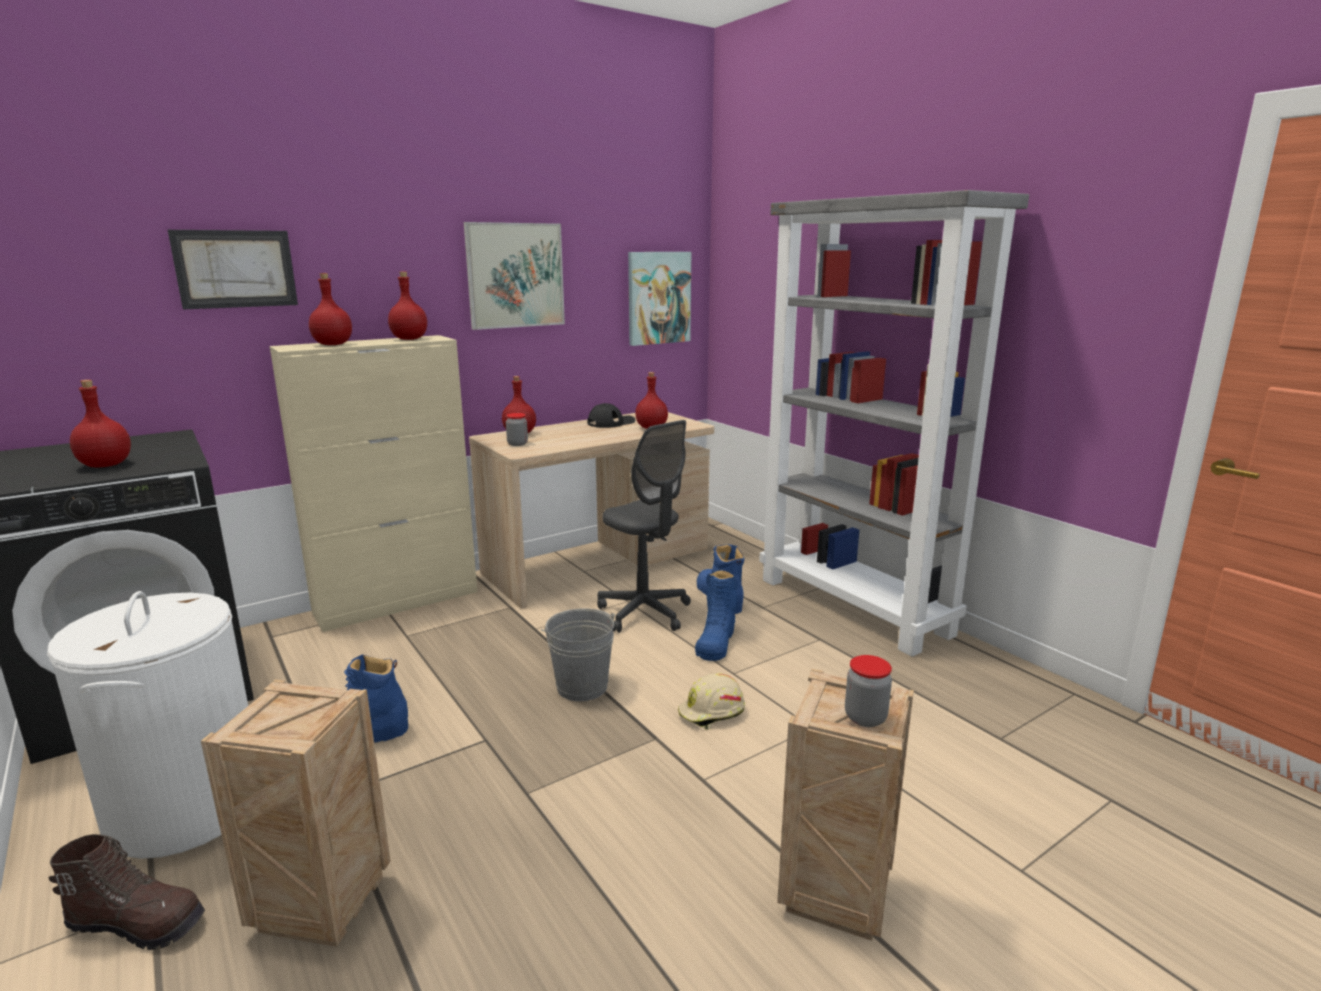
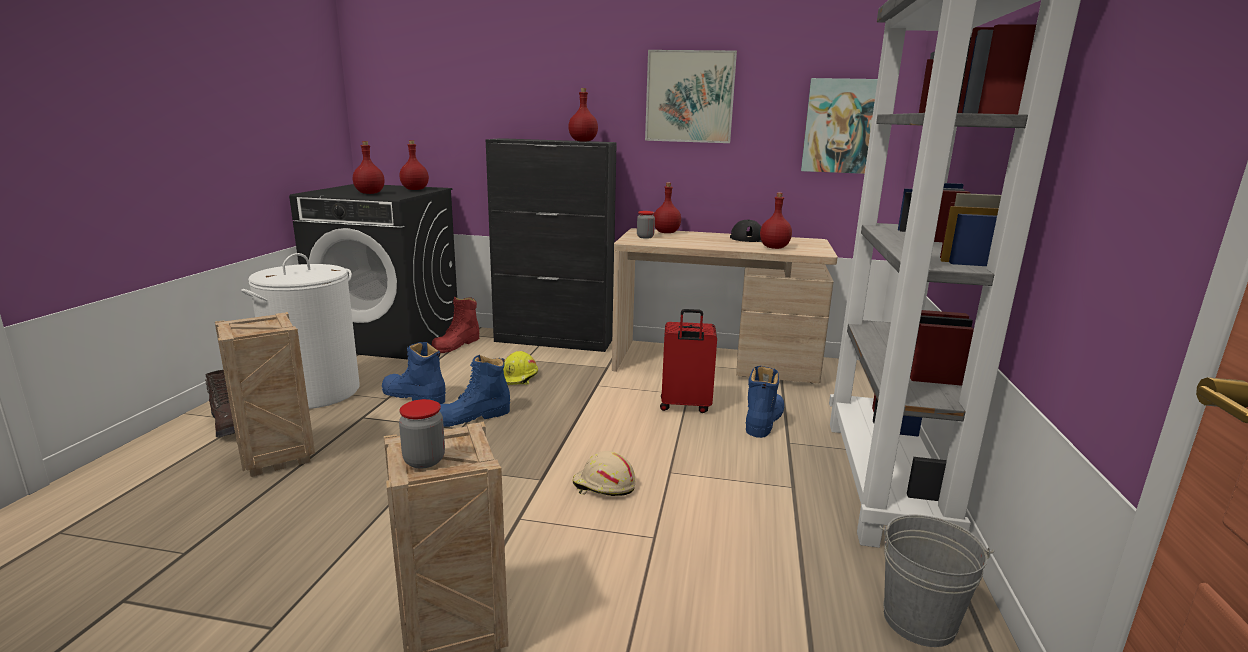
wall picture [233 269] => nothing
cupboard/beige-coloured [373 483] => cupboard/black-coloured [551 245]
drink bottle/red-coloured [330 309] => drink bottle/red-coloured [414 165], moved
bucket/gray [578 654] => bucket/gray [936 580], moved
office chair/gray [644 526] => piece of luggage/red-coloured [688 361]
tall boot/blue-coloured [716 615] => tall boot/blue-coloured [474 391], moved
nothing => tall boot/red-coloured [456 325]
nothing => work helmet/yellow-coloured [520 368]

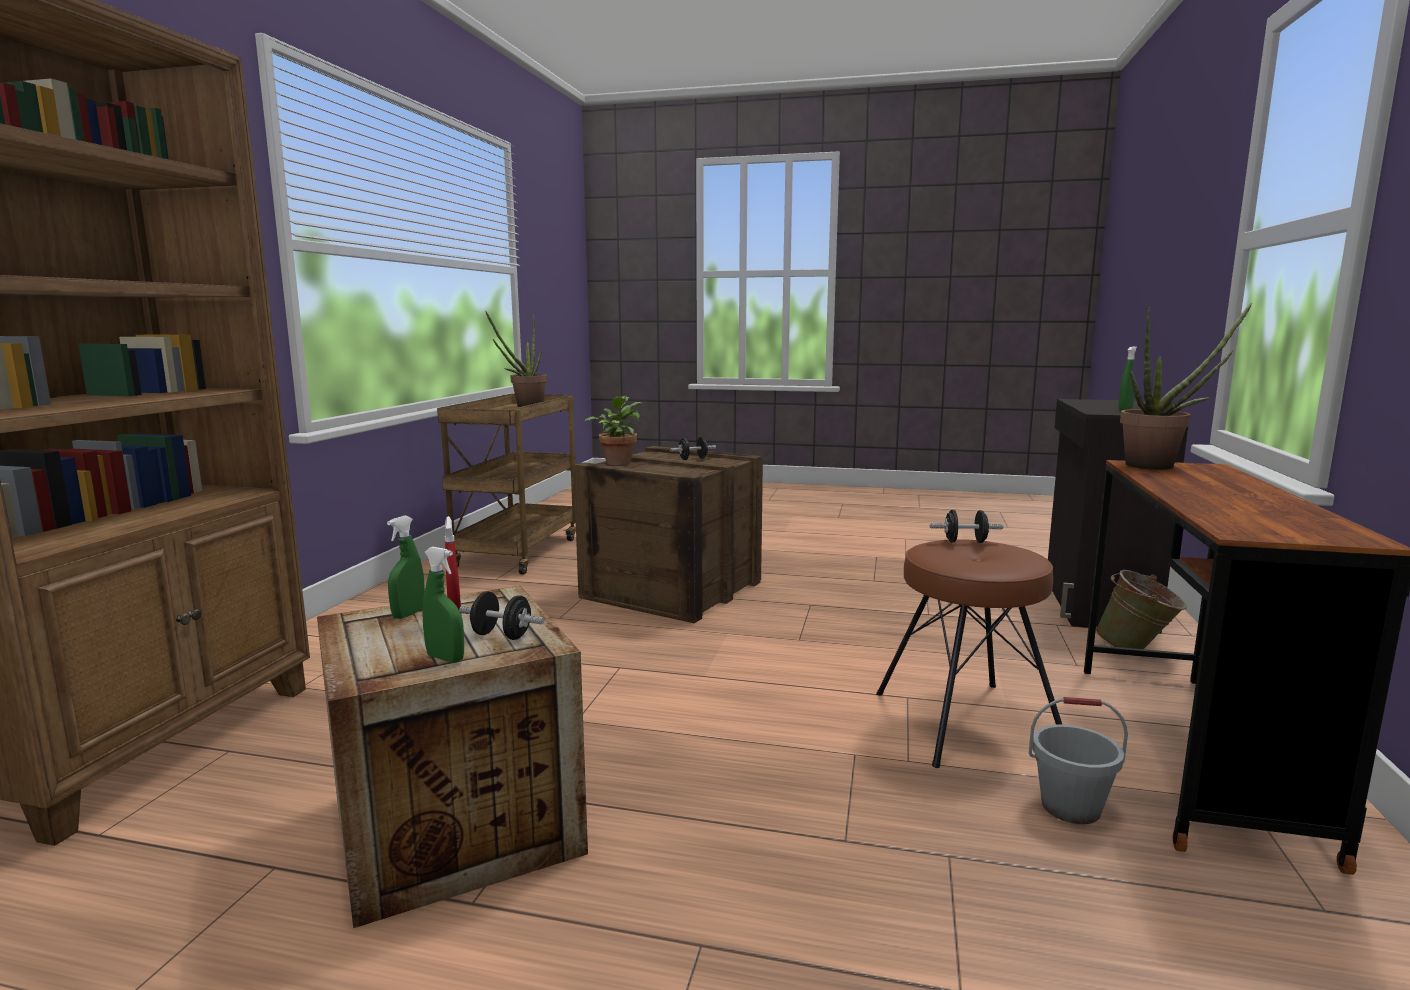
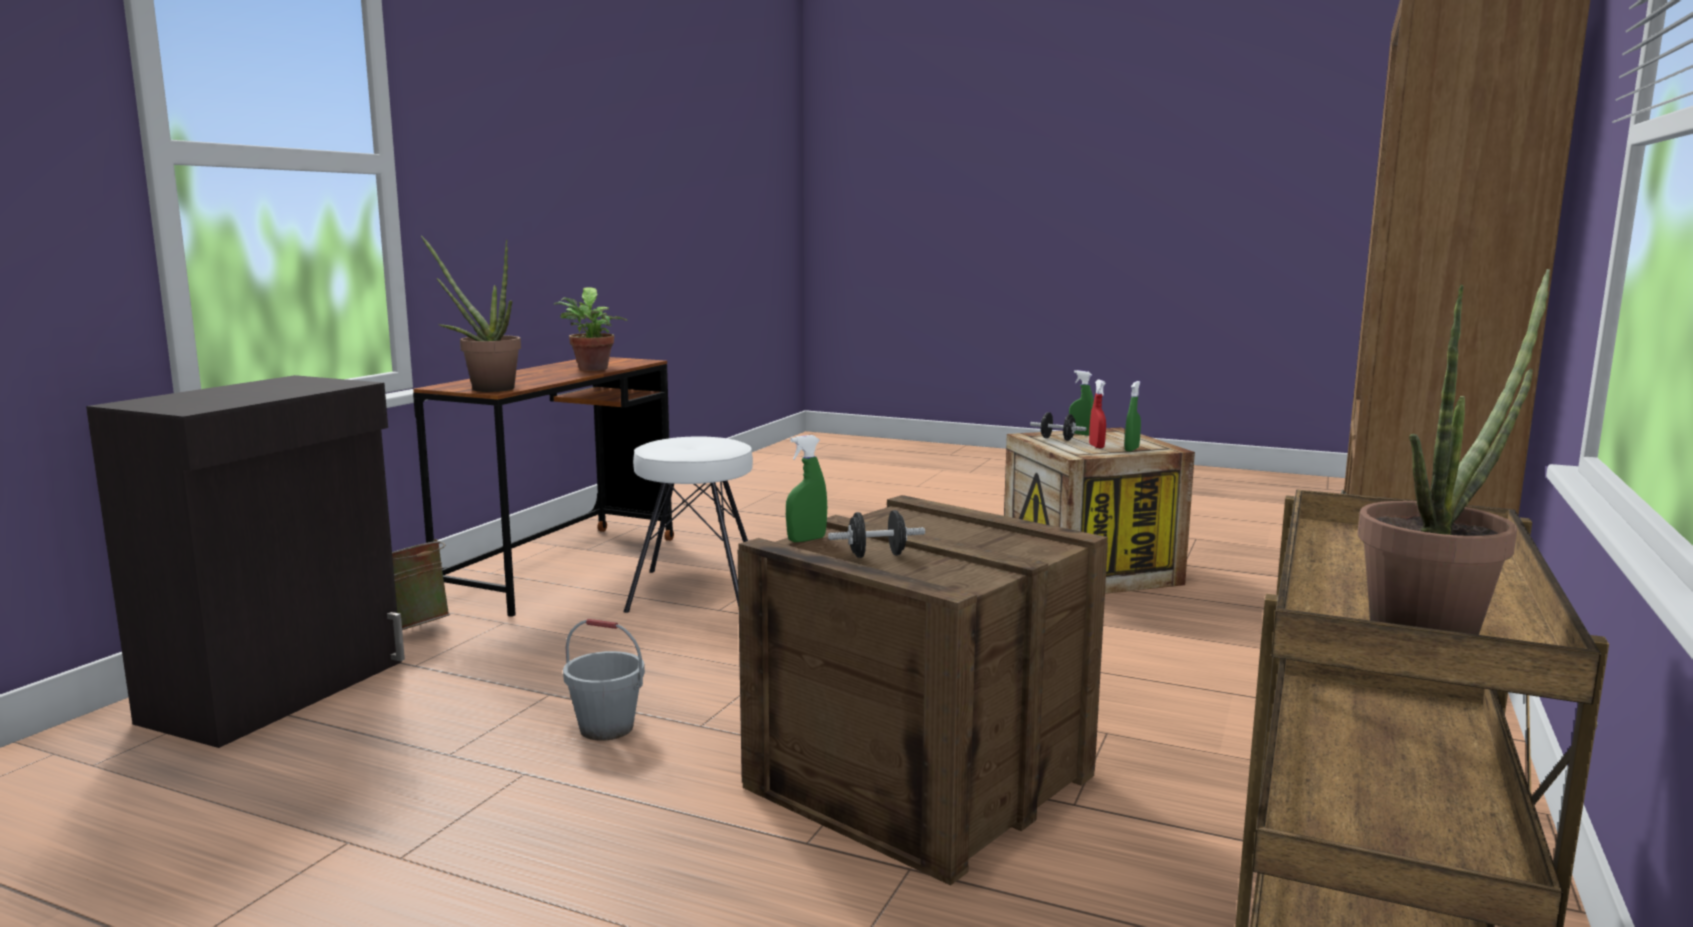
plant in a pot [613 430] => plant in a pot [591 329], moved
stool/brown [969 653] => stool/white-coloured [688 524]
hand weight/black-coloured [966 526] => nothing
bucket/gray [1078 760] => bucket/gray [604 680], moved
spray bottle/green [1128 378] => spray bottle/green [806 488], moved

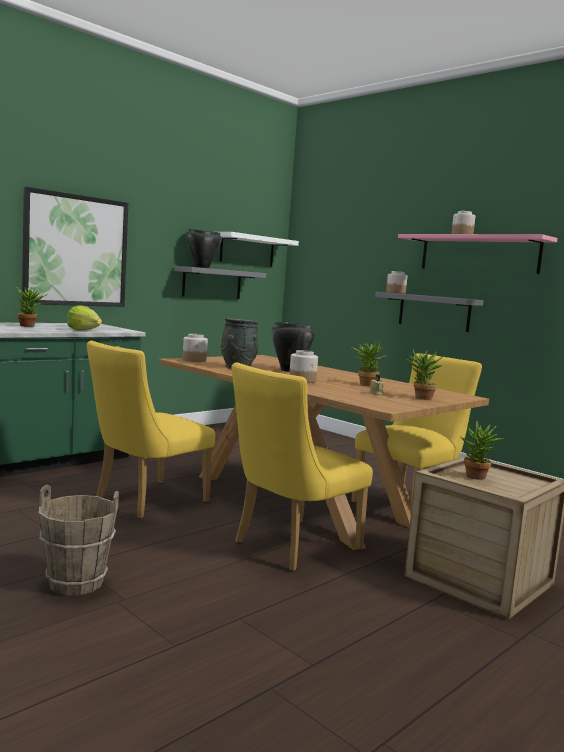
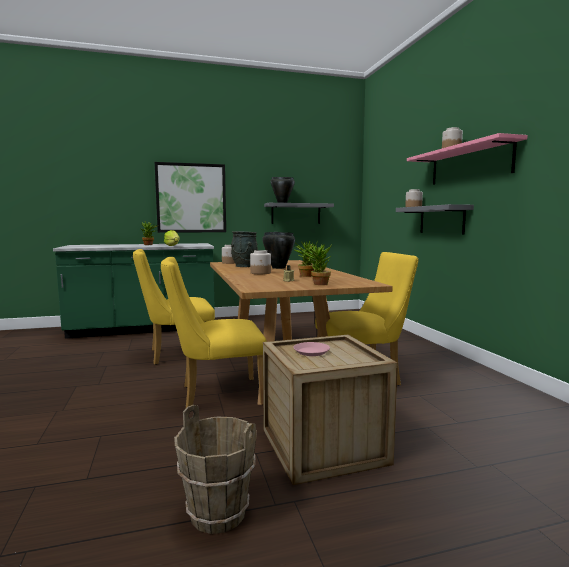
bucket/brown [79 540] => bucket/brown [215 469], moved
bracket shelf/white-coloured [259 249] => nothing
plant in a pot [483 450] => dinner plate/pink [312 349]

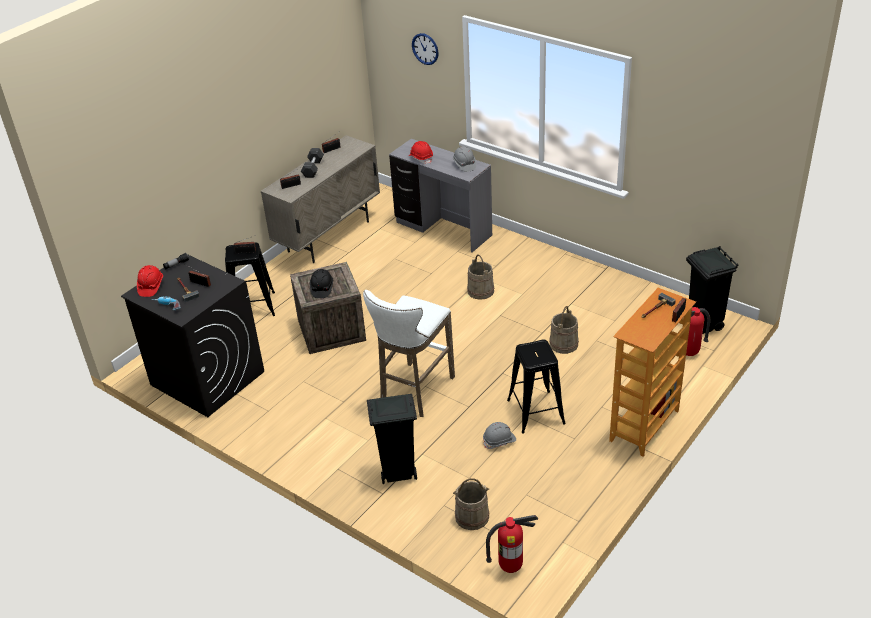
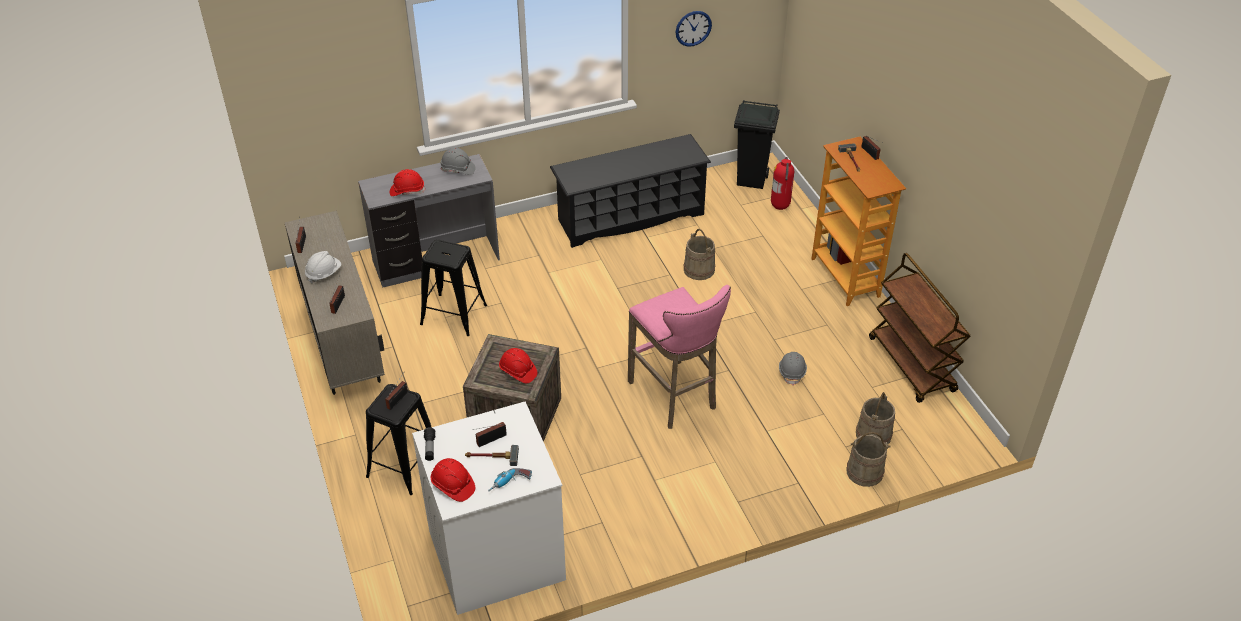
washing machine/black-coloured [192 335] => washing machine/white-coloured [489 508]
hand weight/gray [312 163] => work helmet/white-coloured [323 267]
work helmet/black-coloured [321 283] => work helmet/red-coloured [518 366]
stool/white-coloured [409 353] => stool/pink [679 357]
waste bin/black-coloured [392 439] => nothing
hanging clock [425 49] => hanging clock [694 29], moved
bucket/beige-coloured [480 277] => bucket/beige-coloured [868 459], moved
extinguisher [512 544] => nothing
stool/black-coloured [536 387] => stool/black-coloured [453 288], moved
nothing => shoe shelf/black-coloured [630 191]
nothing => trolley/brown [920 328]

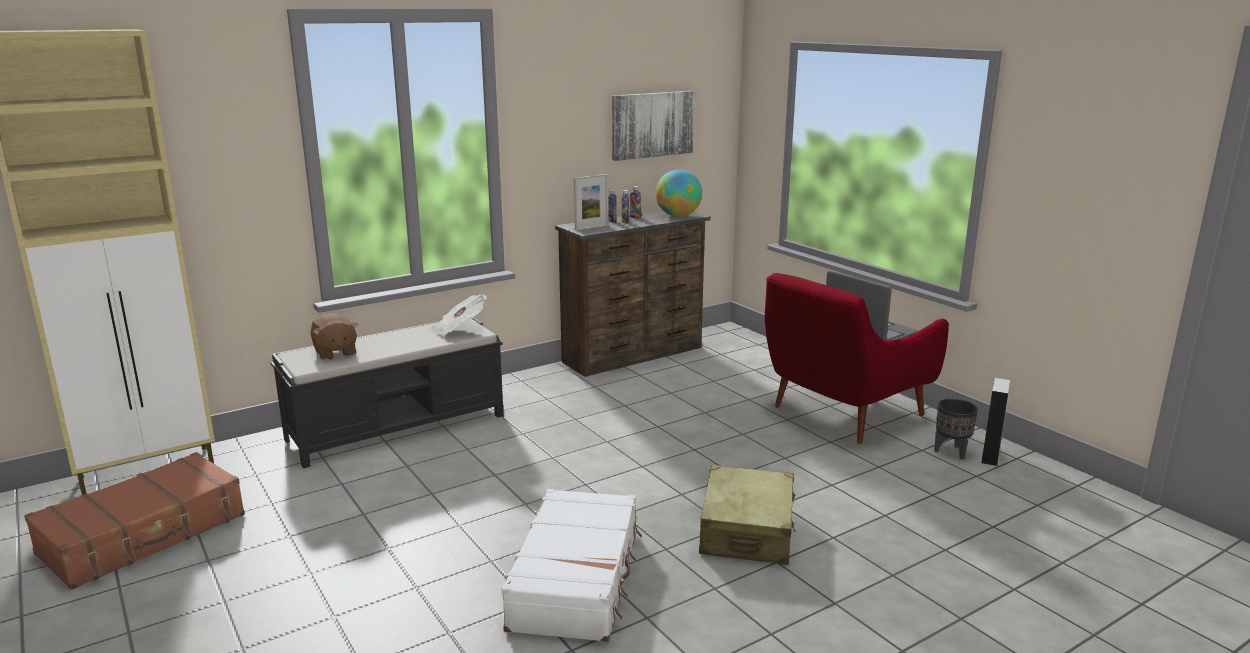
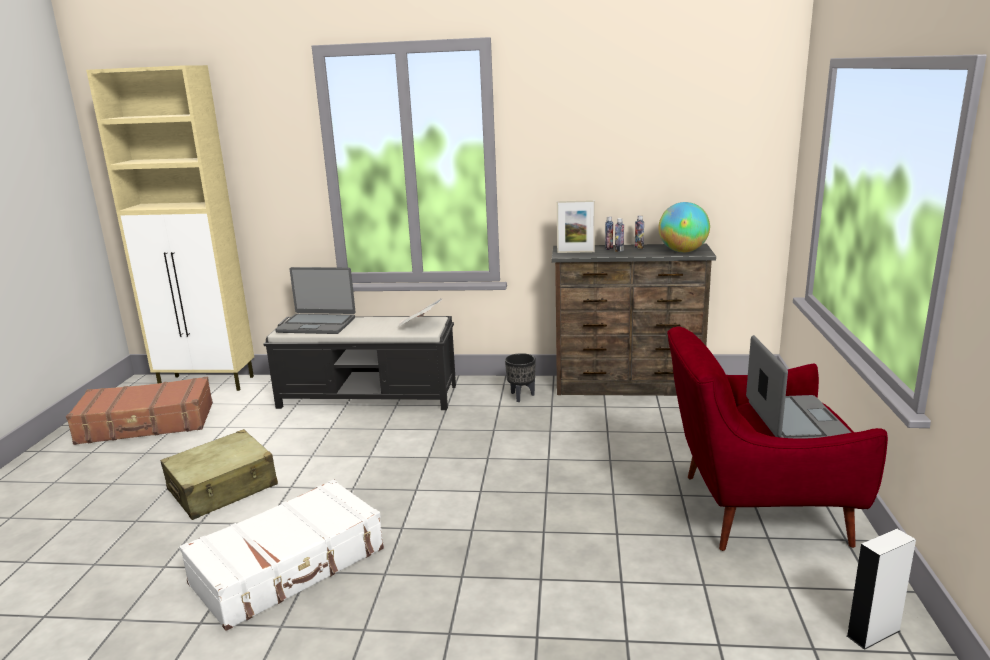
cuddly toy/brown [334 337] => portable computer [315 300]
wall picture [653 126] => nothing
piece of luggage/beige-coloured [747 515] => piece of luggage/beige-coloured [219 474], moved
flower pot/black-coloured [956 429] => flower pot/black-coloured [520 377], moved

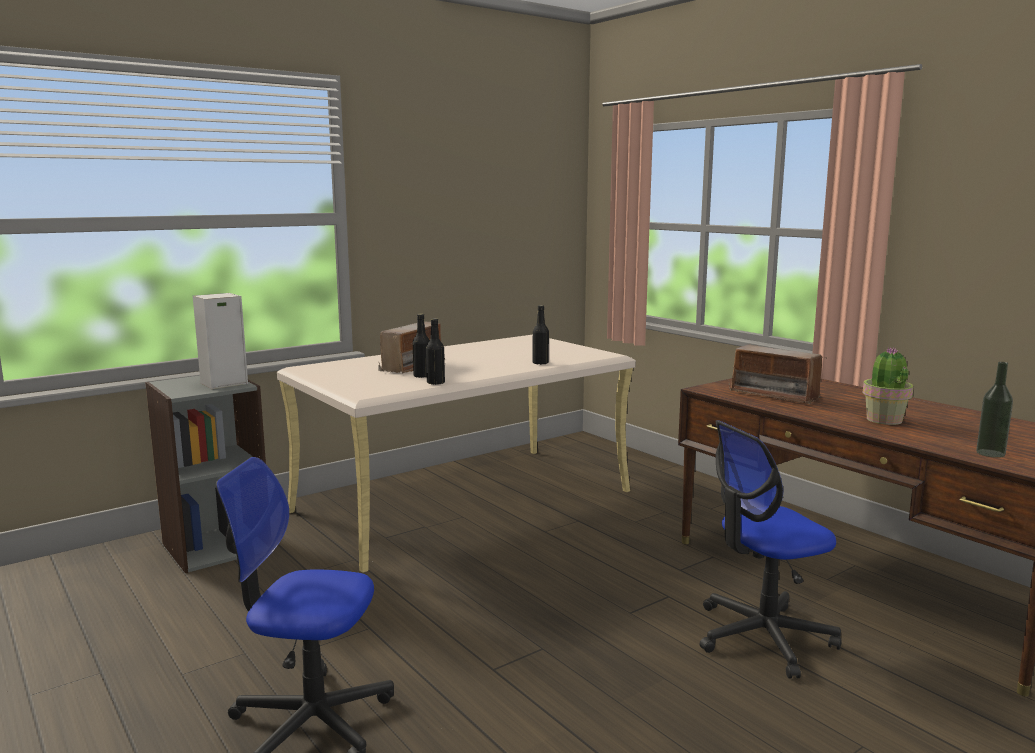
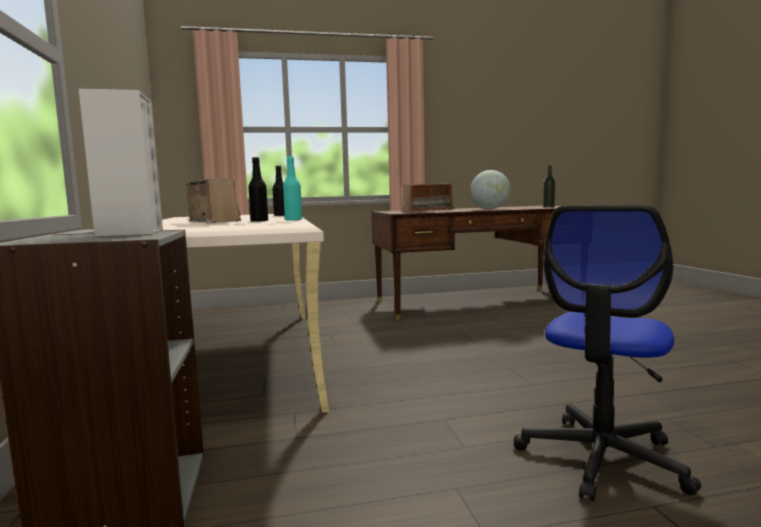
drink bottle/black-coloured [435 351] => drink bottle/turquoise [292 189]
office chair [770 549] => nothing
plant in a pot [888 386] => world globe [490 189]

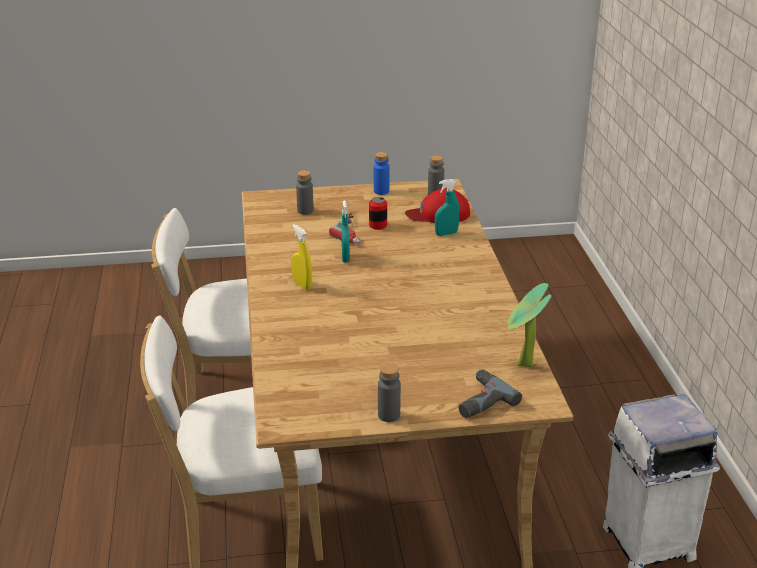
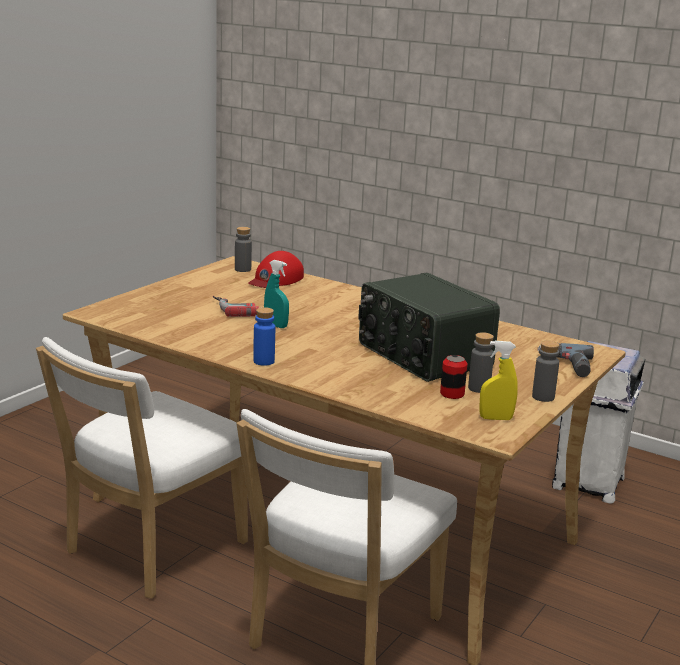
spray bottle/yellow-coloured [301 257] => spray bottle/yellow-coloured [498 380], moved
drink bottle/gray [305 192] => drink bottle/gray [481 362], moved
metal can [378 213] => metal can [453 377], moved
drink bottle/blue-coloured [382 173] => drink bottle/blue-coloured [264 336], moved
spray bottle/turquoise [447 207] => nothing
plant in a pot [529 325] => nothing
nothing => radio set [429 327]

